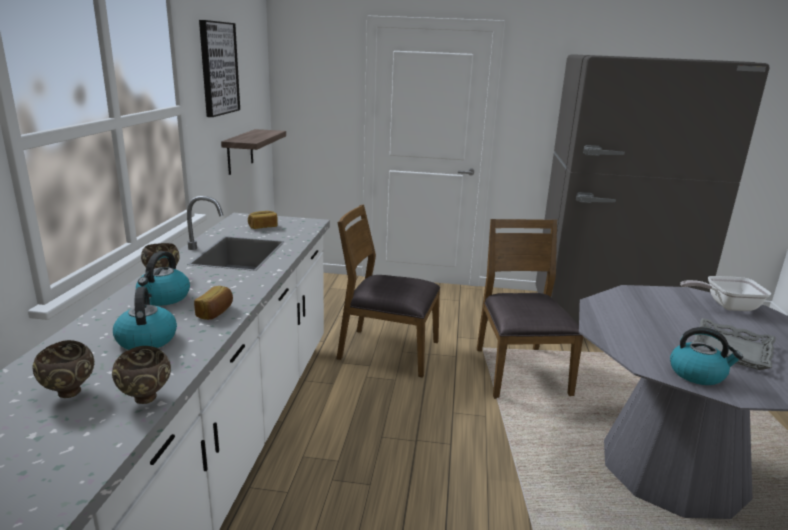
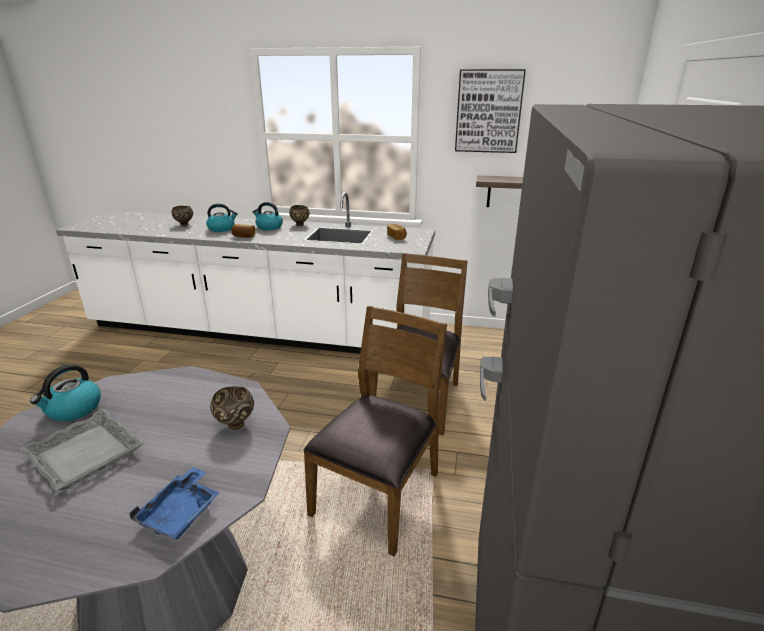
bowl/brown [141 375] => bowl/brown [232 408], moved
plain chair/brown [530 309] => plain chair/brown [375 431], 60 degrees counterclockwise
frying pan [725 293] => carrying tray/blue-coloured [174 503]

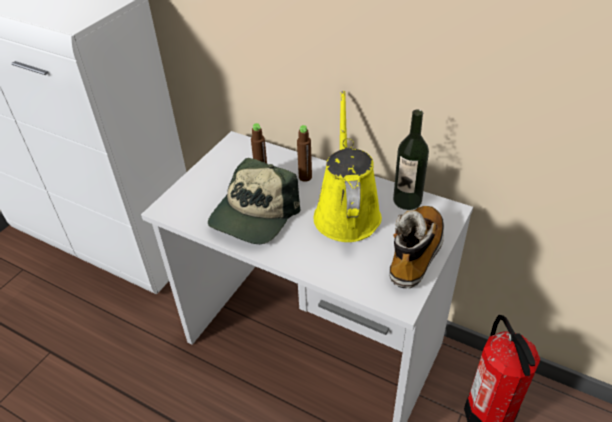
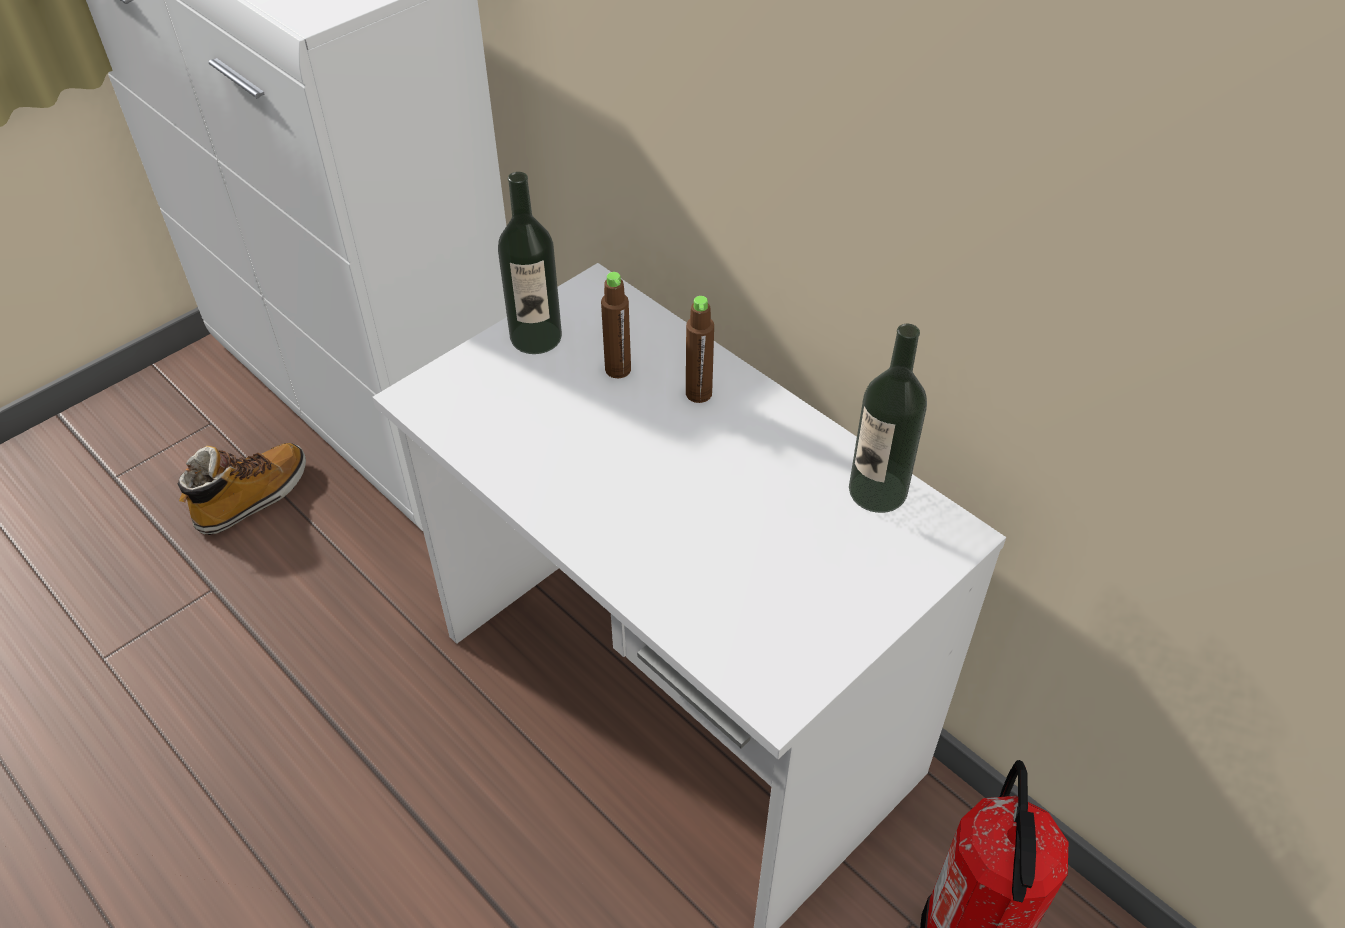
peaked cap [254 201] => nothing
sprinkling can/yellow-coloured [348 166] => nothing
tall boot [416 247] => tall boot [242 489], moved
nothing => drink bottle [530 263]

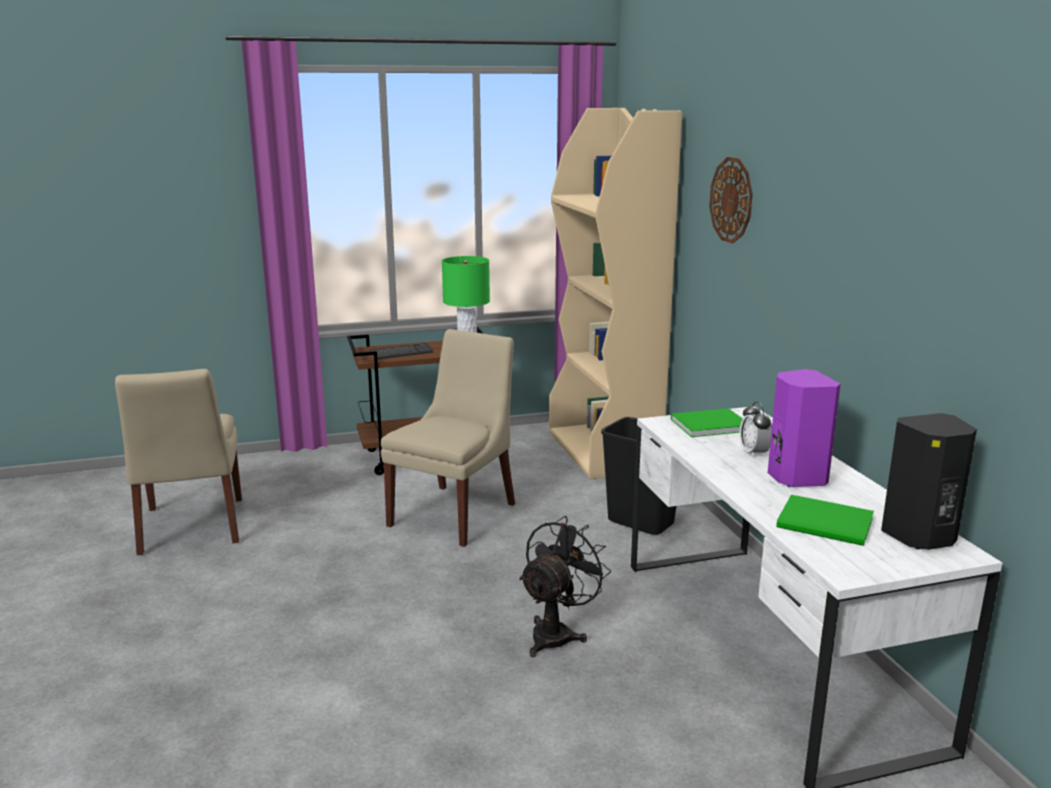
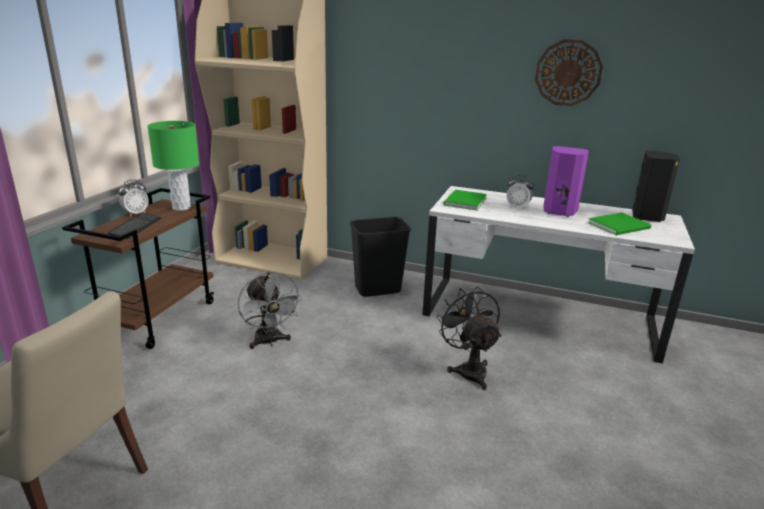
plain chair/beige-coloured [448 438] => electric fan/gray [270 310]
hanging clock [731 200] => hanging clock [569 72], moved
nothing => table clock [134 198]

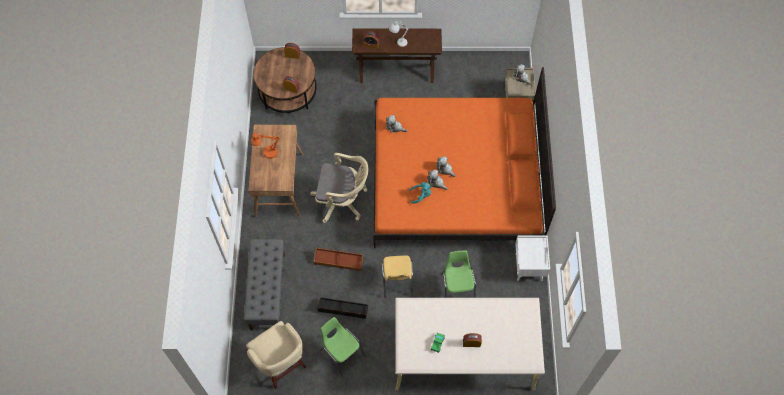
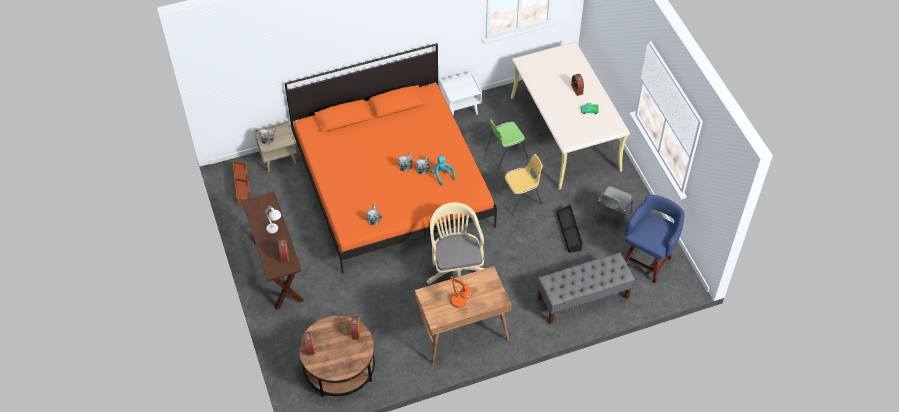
stool/beige-coloured [276 355] => stool/blue-coloured [655 239]
storage bin/brown [338 259] => storage bin/brown [241 183], moved
plain chair/green [342 346] => plain chair/gray [612 211]

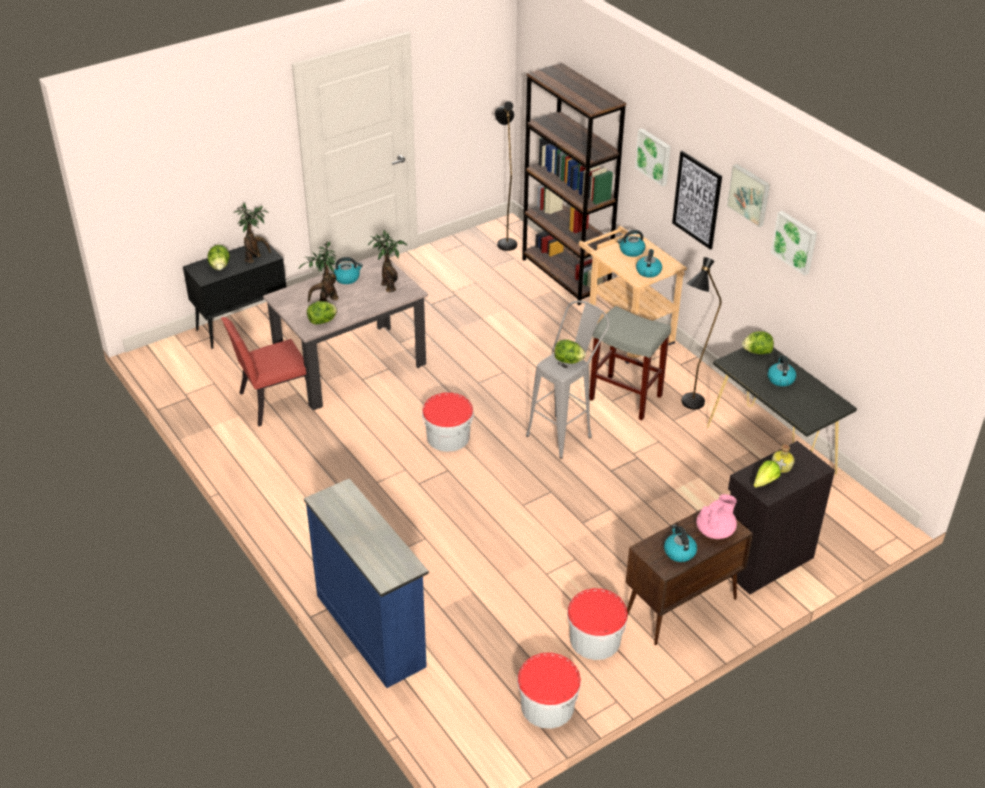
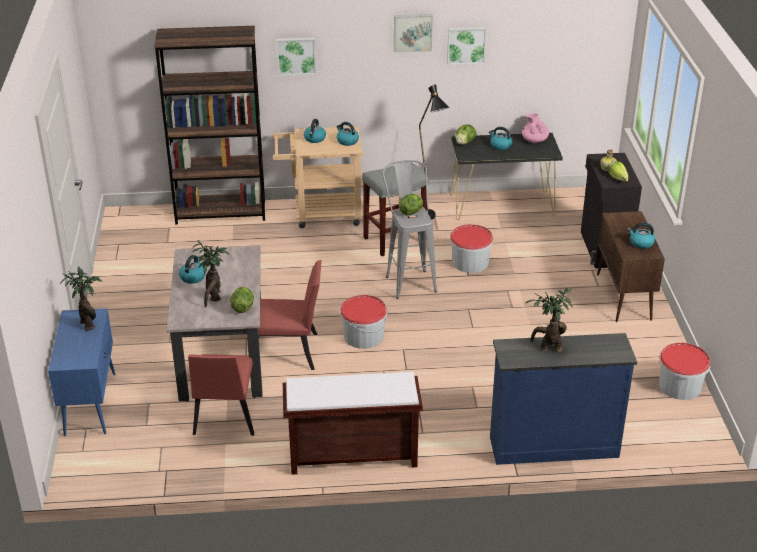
cupboard/black-coloured [234 295] => cupboard/blue-coloured [81 372]
head of lettuce [219 257] => nothing
plant in a pot [388 261] => plant in a pot [549 320], moved
floor lamp/black-coloured [506 176] => nothing
bucket [597 624] => bucket [471 248], moved
wall picture [697 200] => nothing
pot for tea/pink [716 516] => pot for tea/pink [535 128], moved
nothing => plain chair/red-coloured [290 315]
nothing => bench/brown [353 423]

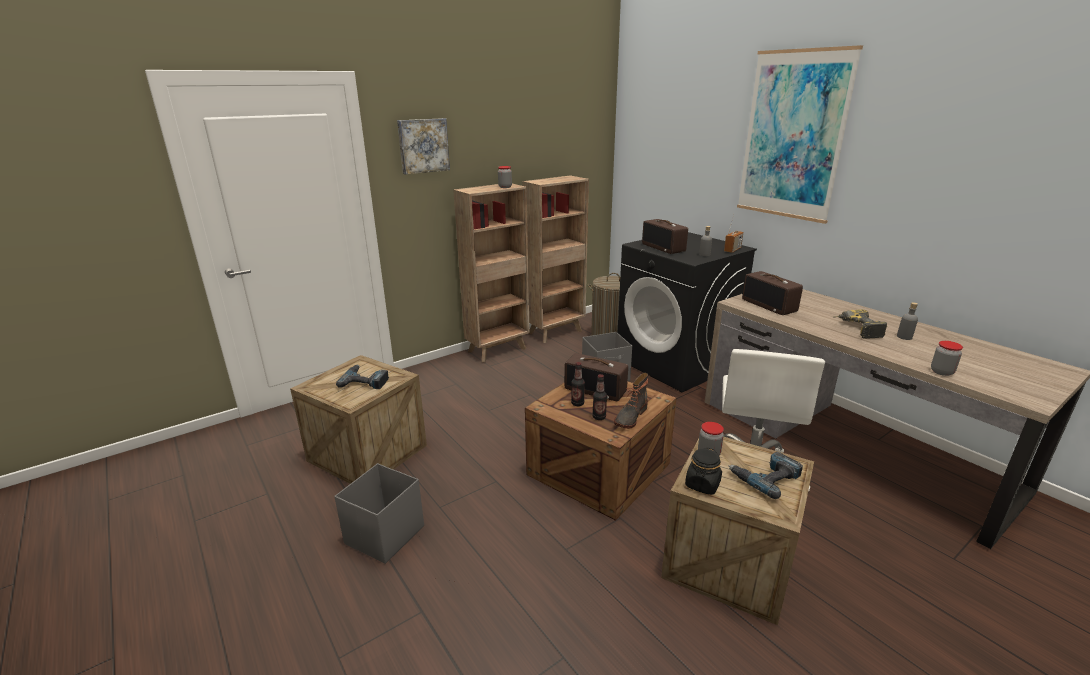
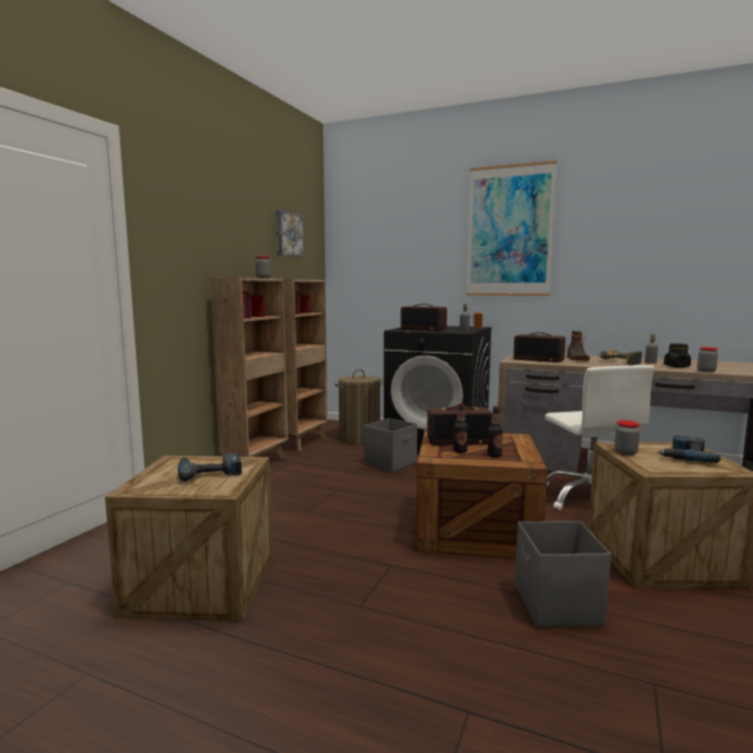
storage bin/gray [379 514] => storage bin/gray [563 574], moved
wall picture [423 146] => wall picture [290 234], moved
tall boot [631 401] => tall boot [578 345], moved
preserve jar/black-coloured [703 471] => preserve jar/black-coloured [677 355], moved

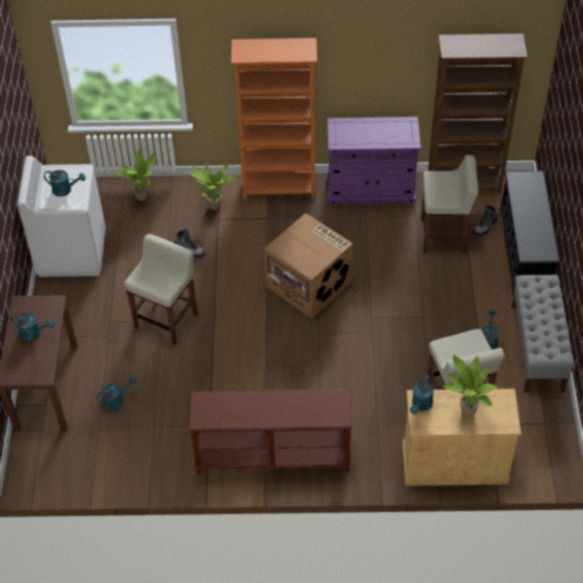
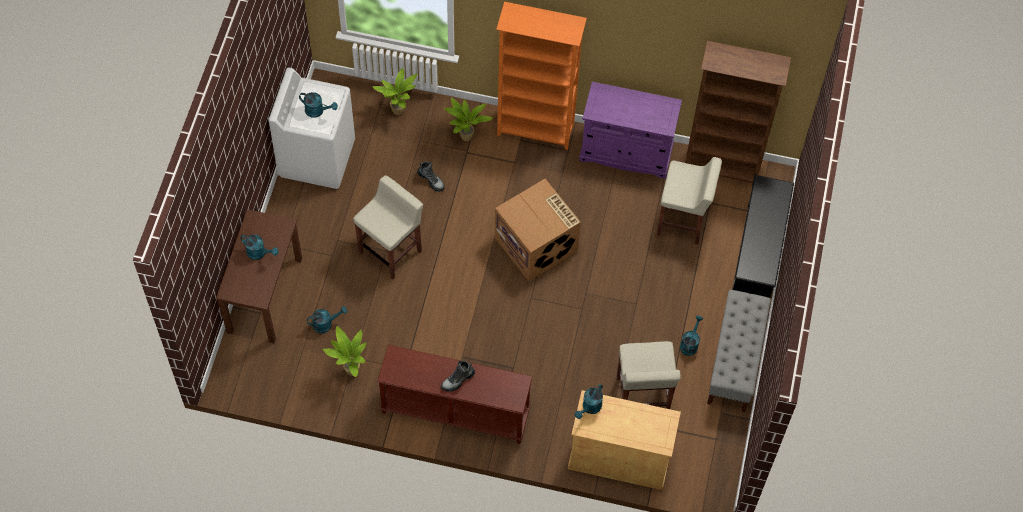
plant in a pot [470 385] => plant in a pot [344 351], moved
tall boot [484 220] => tall boot [458 376], moved

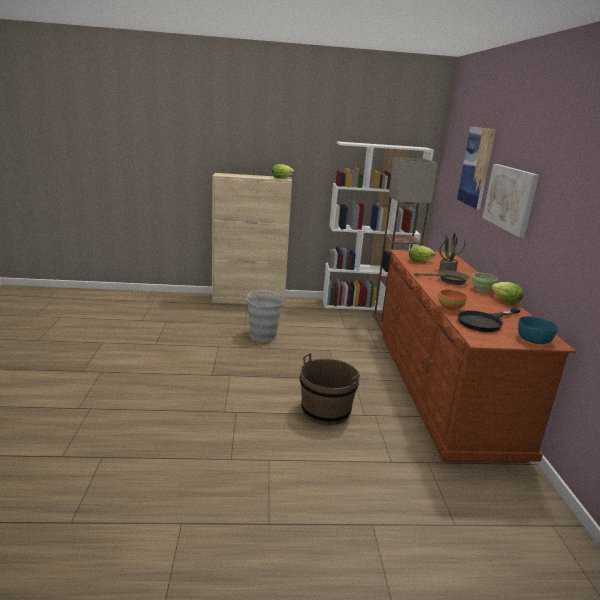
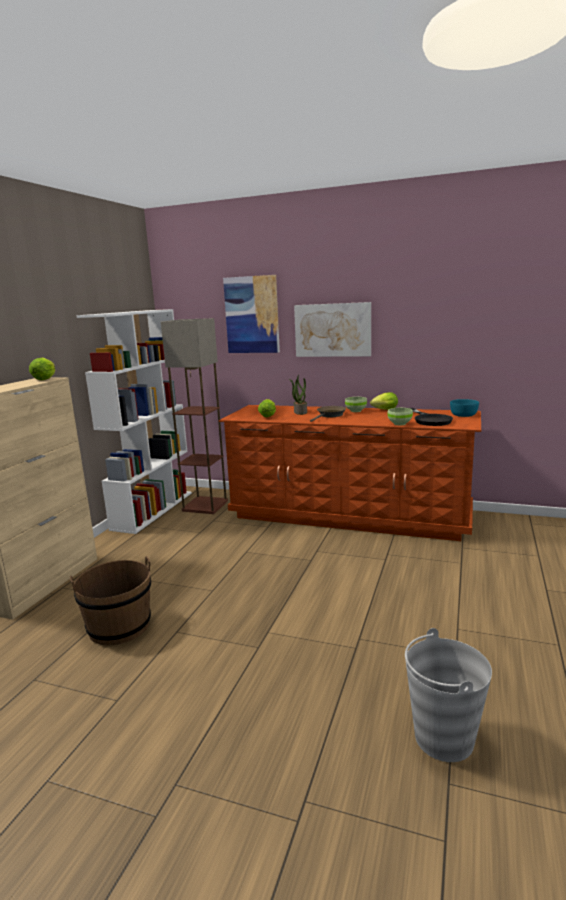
bucket/gray [264 316] => bucket/gray [448 695], moved
bucket/brown [330 389] => bucket/brown [110 600], moved
bowl/orange [452 300] => bowl/green [400 416]

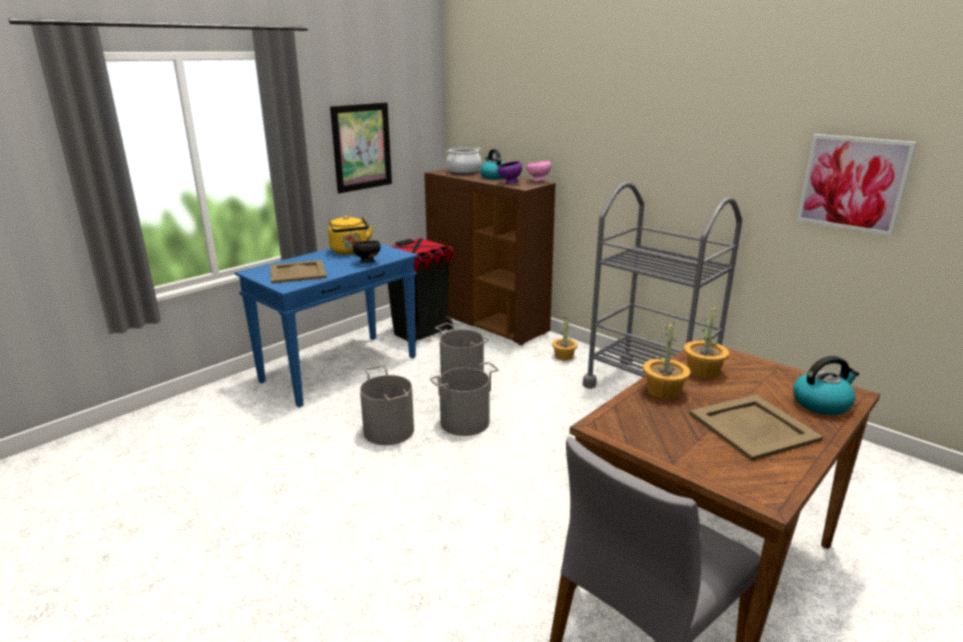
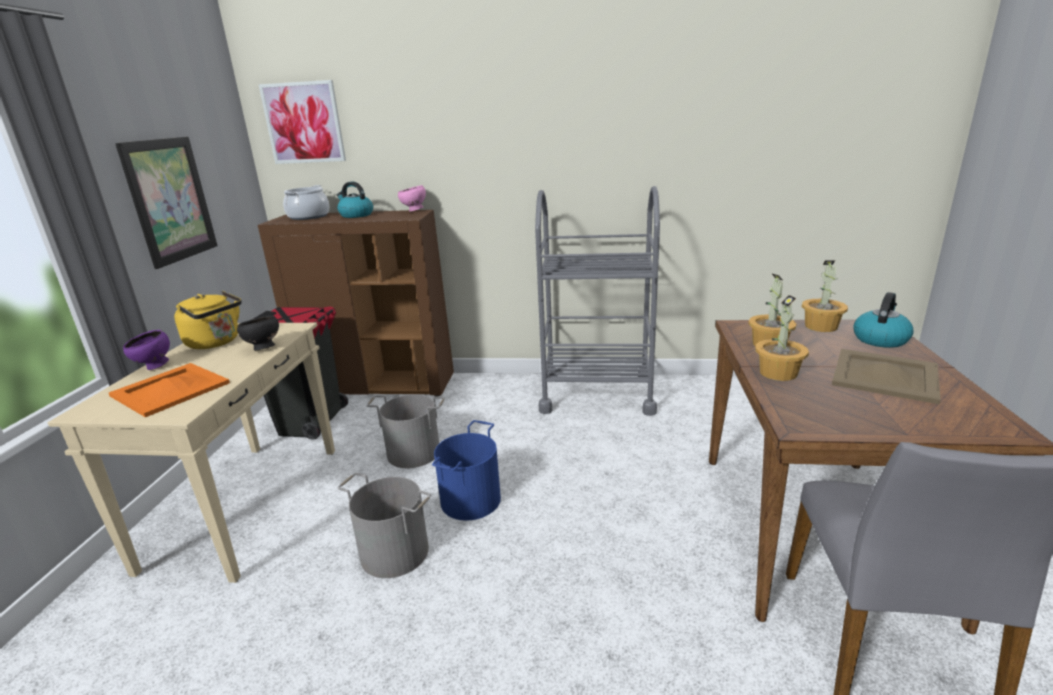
narrow table/blue-coloured [326 323] => narrow table/beige-coloured [191 453]
carrying tray/beige-coloured [298 271] => carrying tray/orange [169 390]
bucket/gray [464 399] => bucket/blue-coloured [466 470]
bowl/purple [510 172] => bowl/purple [146 350], moved
plant in a pot [565 339] => plant in a pot [825 296], moved
wall picture [856 185] => wall picture [302 122], moved

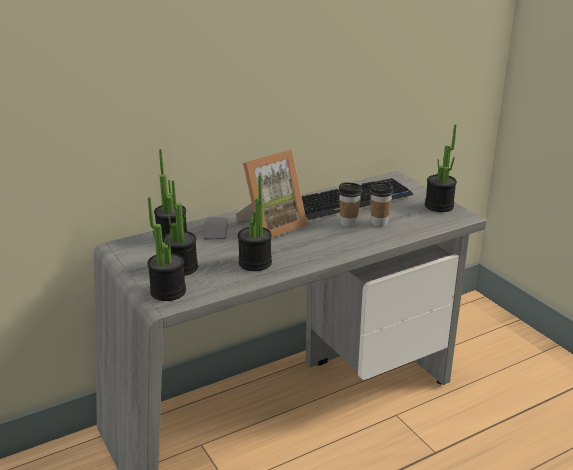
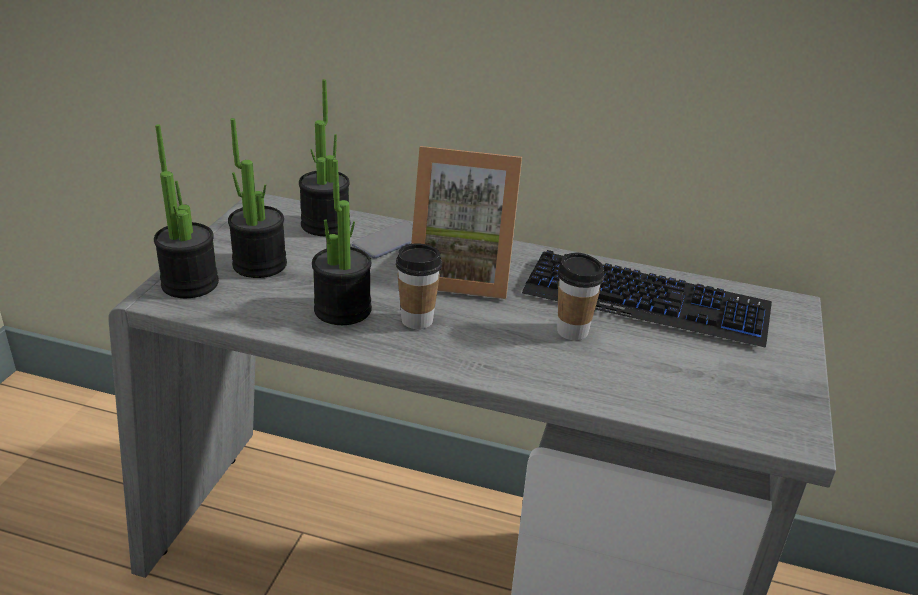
small cup [381 204] => small cup [419 286], moved
plant in a pot [441 168] => nothing

